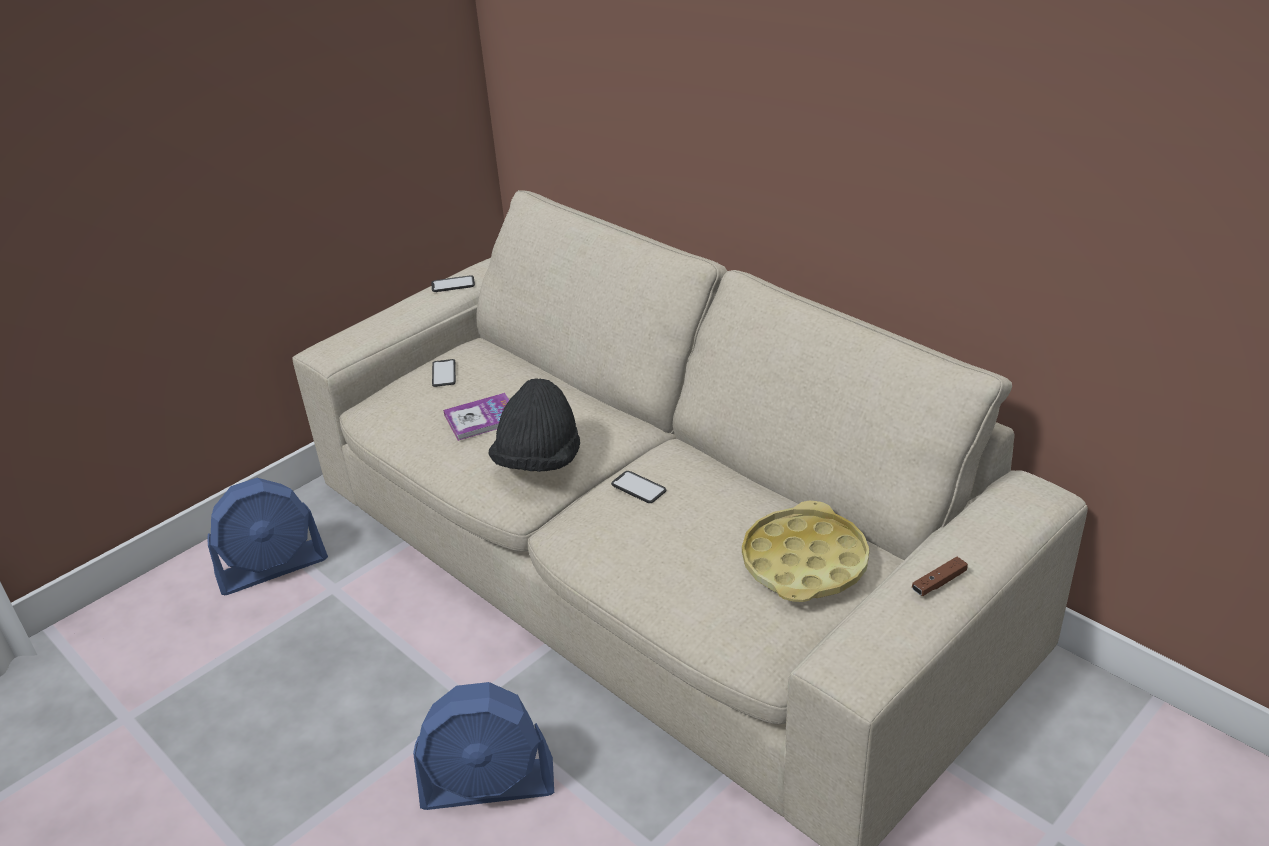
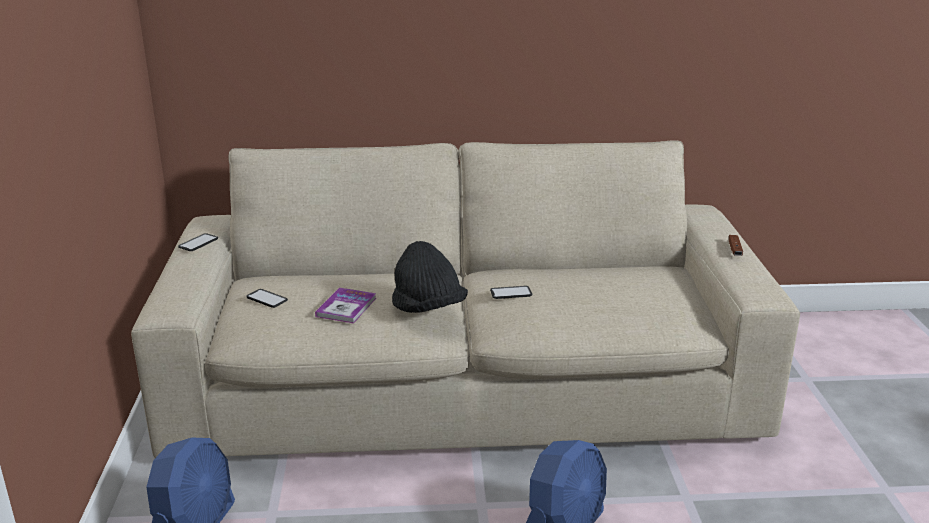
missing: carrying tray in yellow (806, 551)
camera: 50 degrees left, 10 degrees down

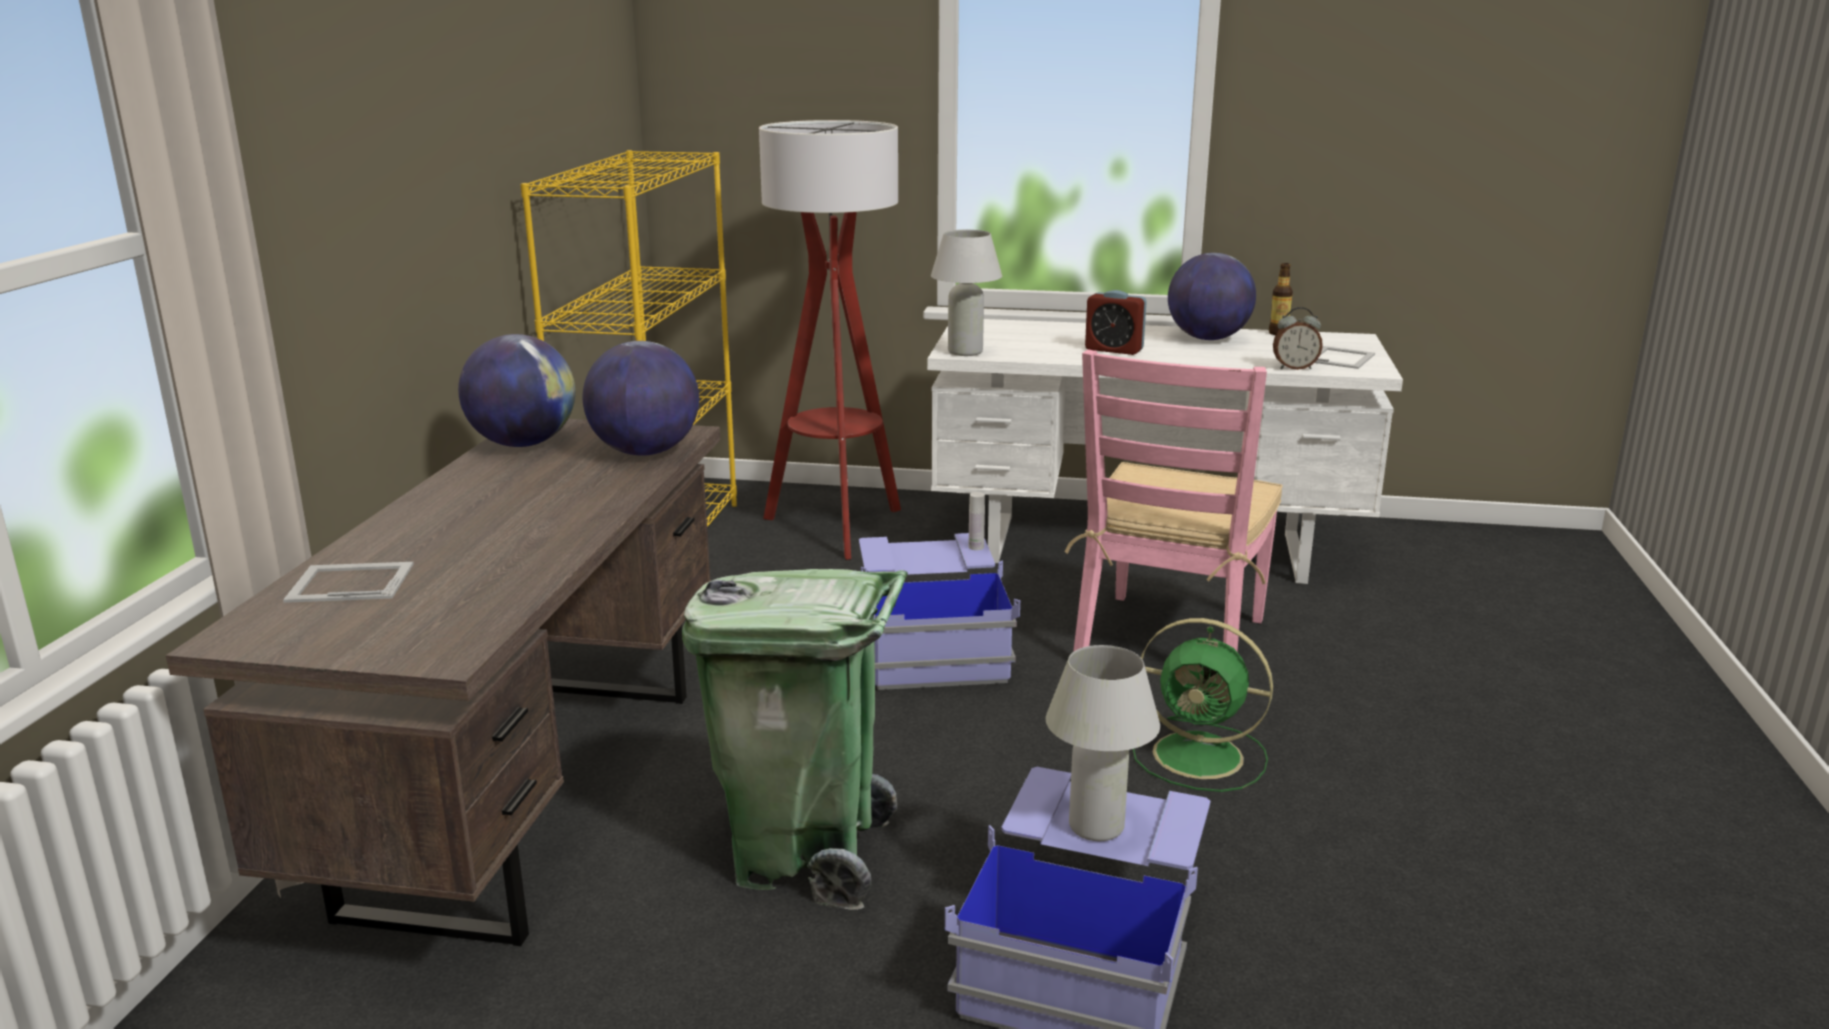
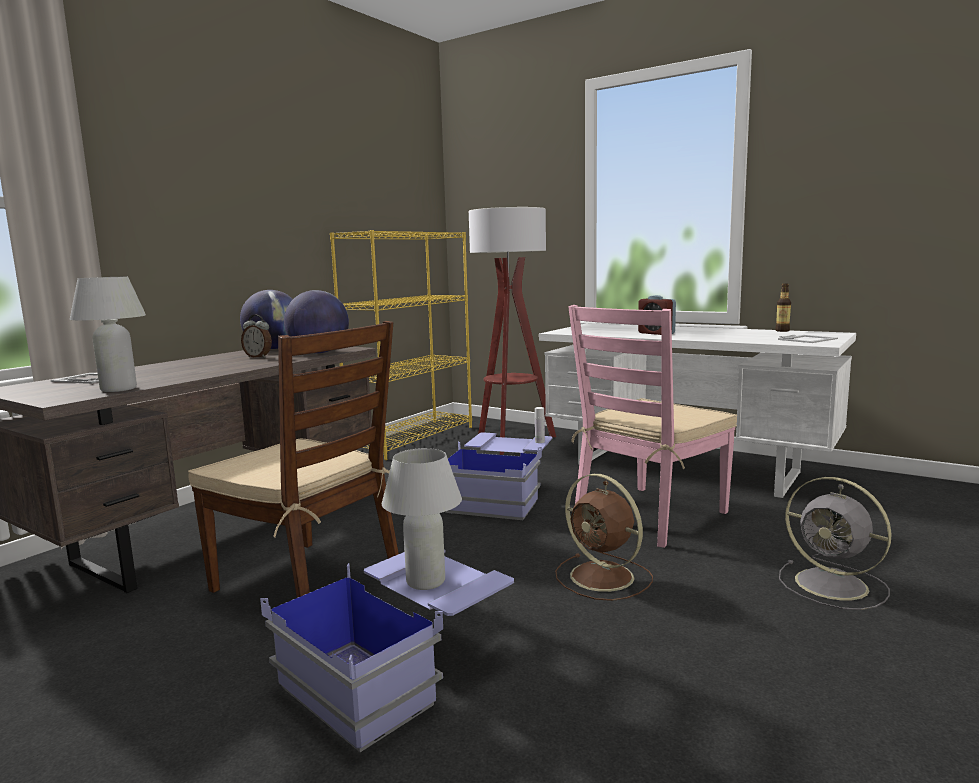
missing: globe (1212, 296)
appeared: electric fan in grey (835, 543)
relocated: lamp for a table in white (966, 293) to (108, 334); table clock (1298, 338) to (256, 336)
exchanged: rubbish bin in green (795, 739) to plain chair in brownish (293, 459)
colour: electric fan in green (1203, 705) to electric fan in brownish (604, 537)
camera: 25 degrees right, 10 degrees down

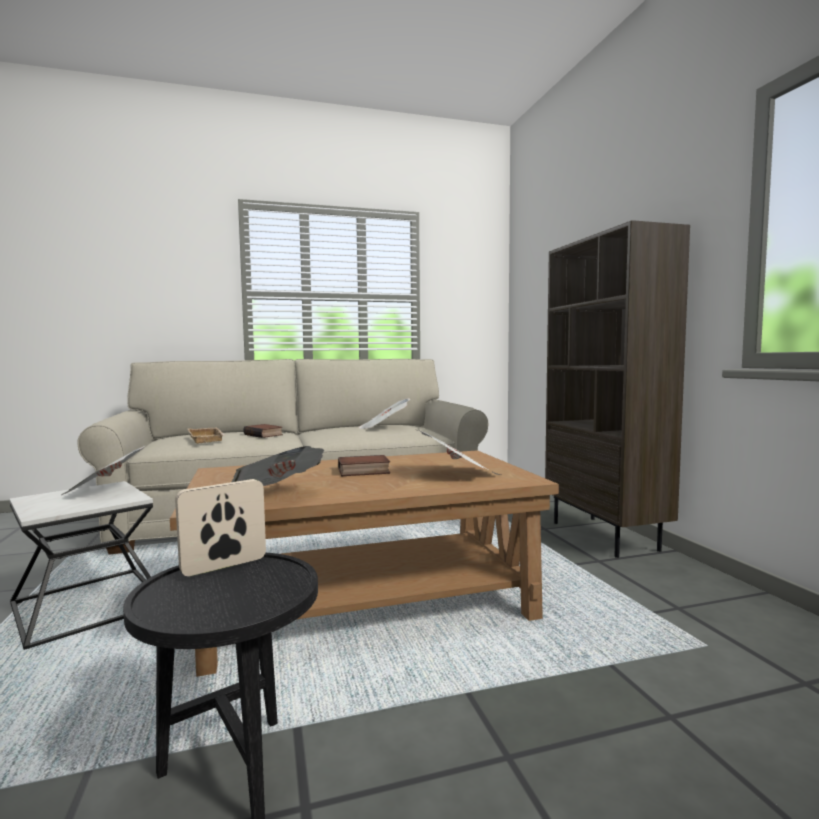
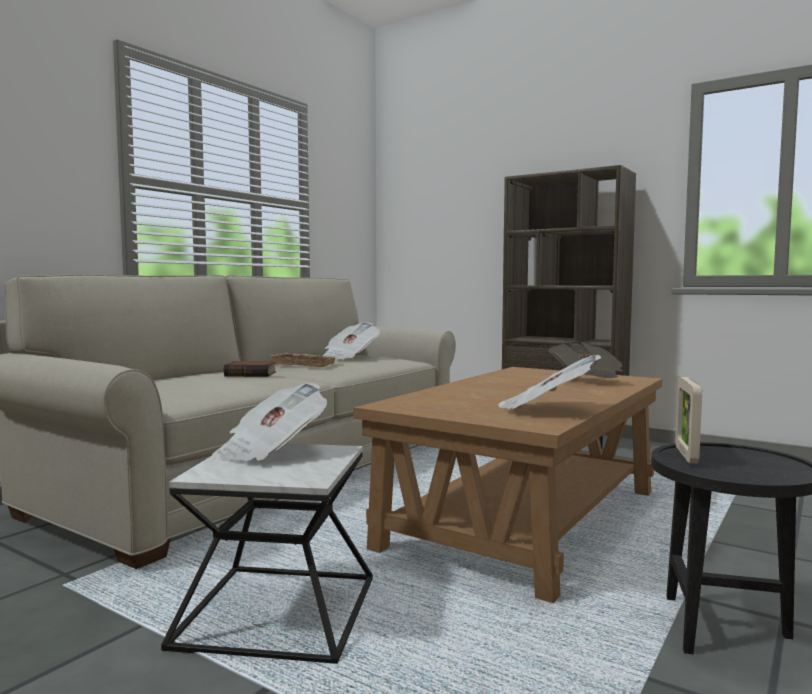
missing: volume (364, 465)
relocated: carrying tray in beige (206, 435) to (304, 360)
camera: 40 degrees left, 0 degrees up

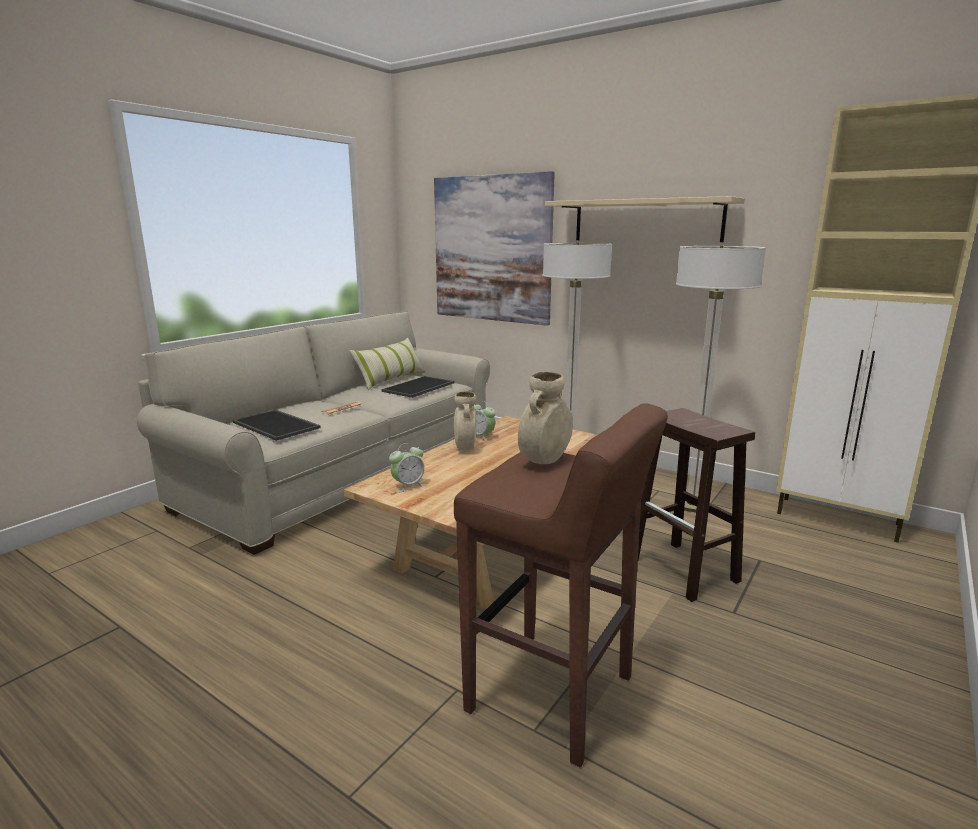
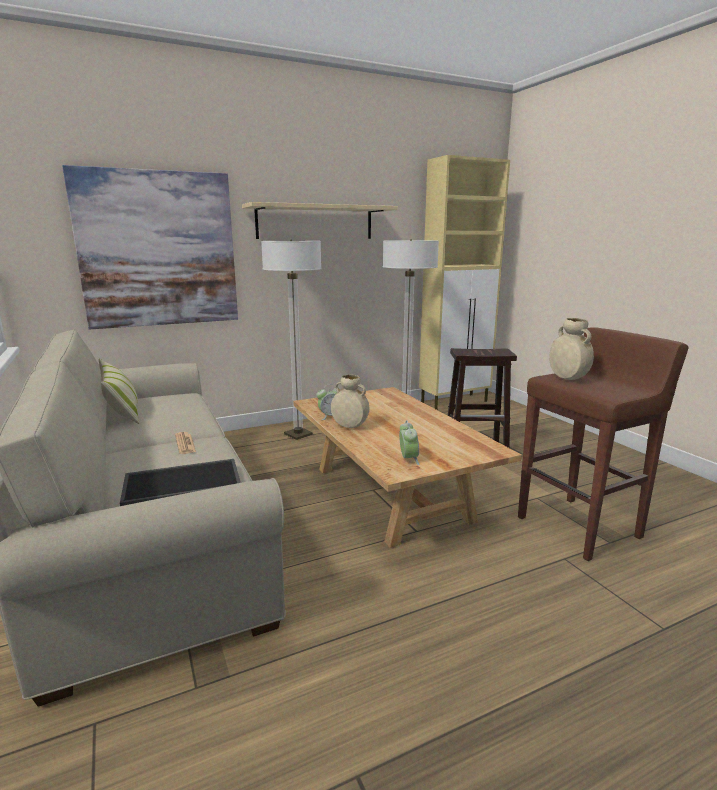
missing: carrying tray (417, 387)
camera: 60 degrees left, 0 degrees up

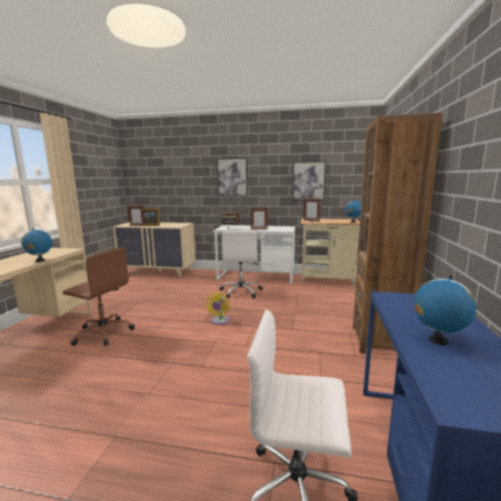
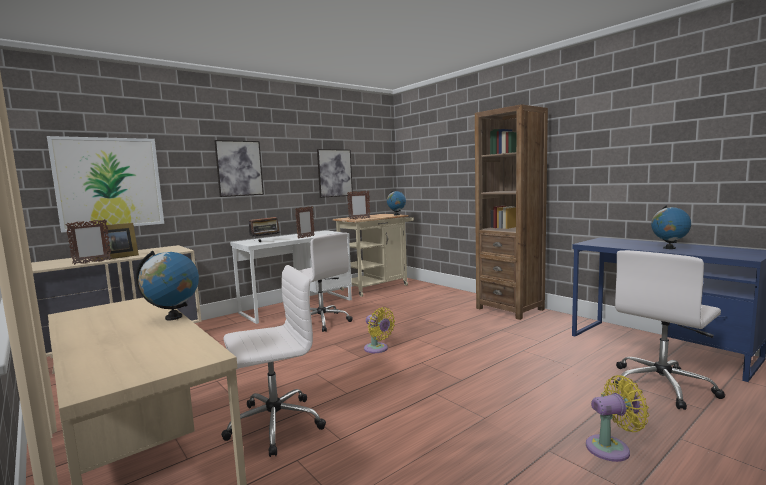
appeared: wall art (105, 184); electric fan in yellow (617, 418)
colour: computer chair in brownish (99, 296) to computer chair in white (273, 361)
camera: 50 degrees left, 5 degrees down

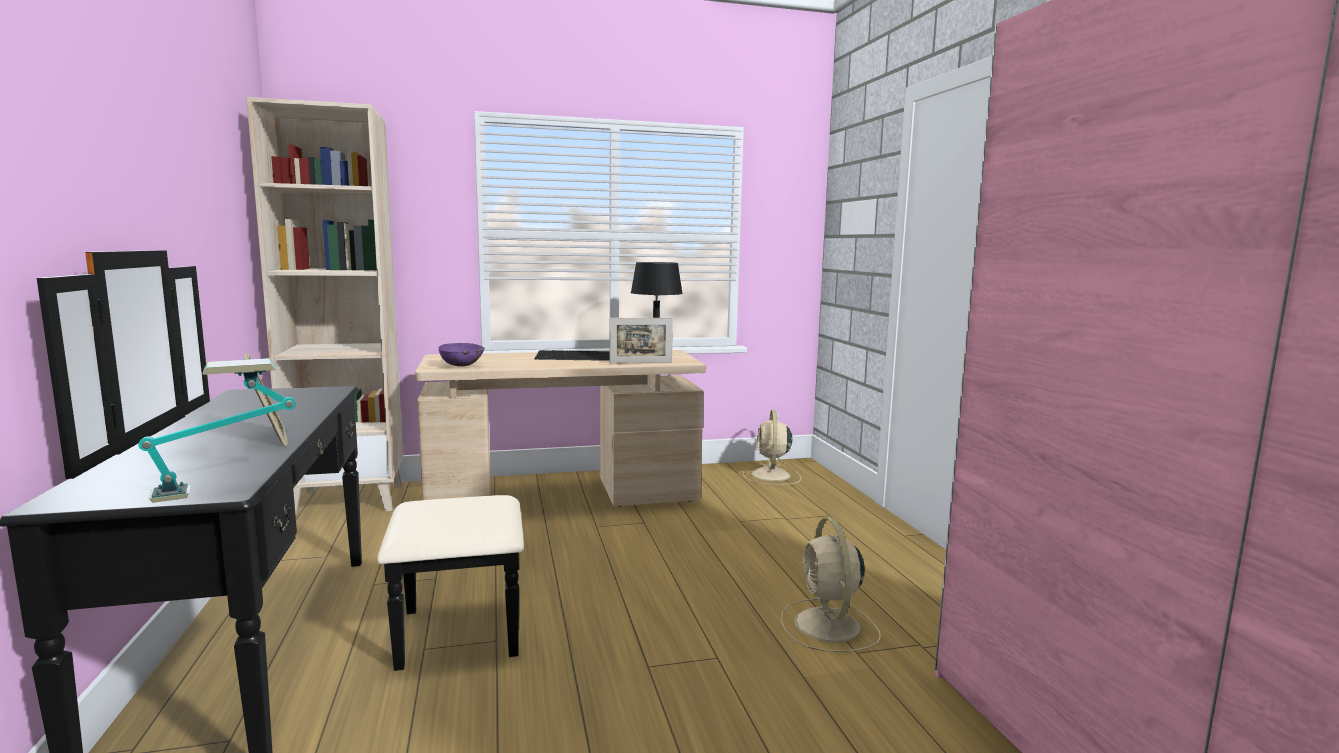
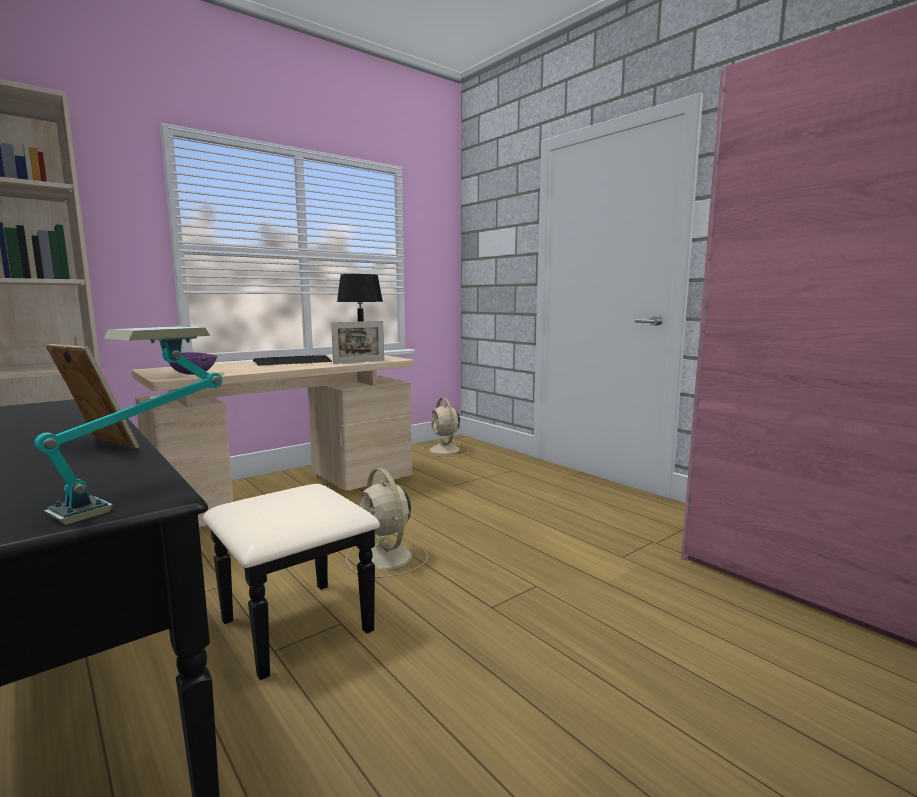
relocated: electric fan in beige (831, 585) to (387, 523)
camera: 25 degrees left, 0 degrees up

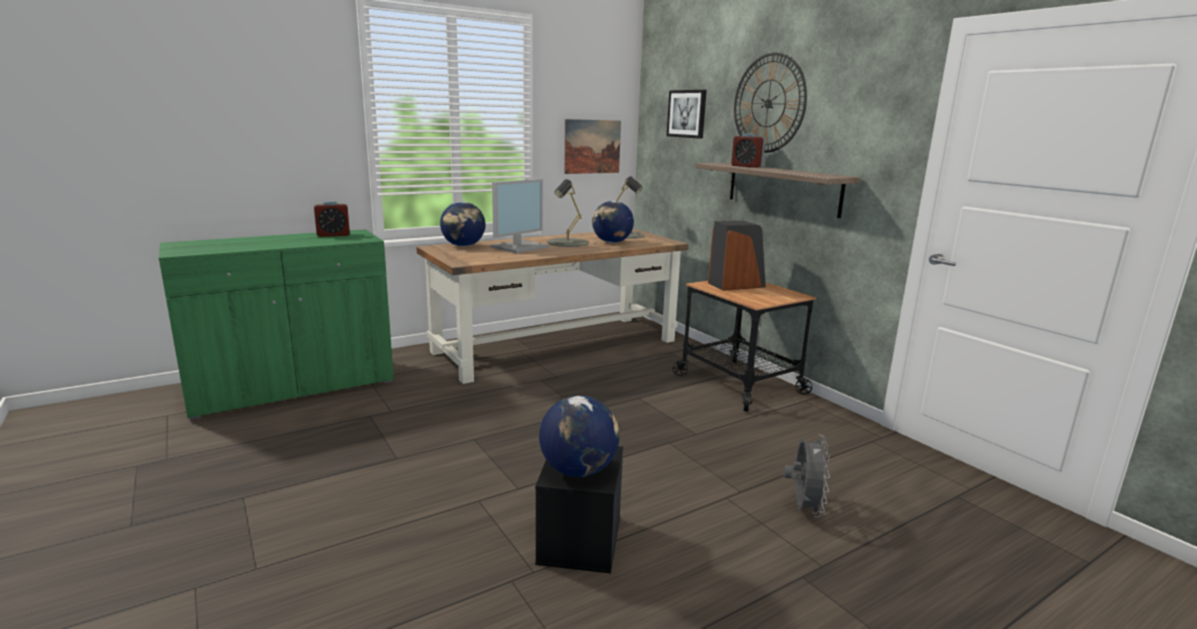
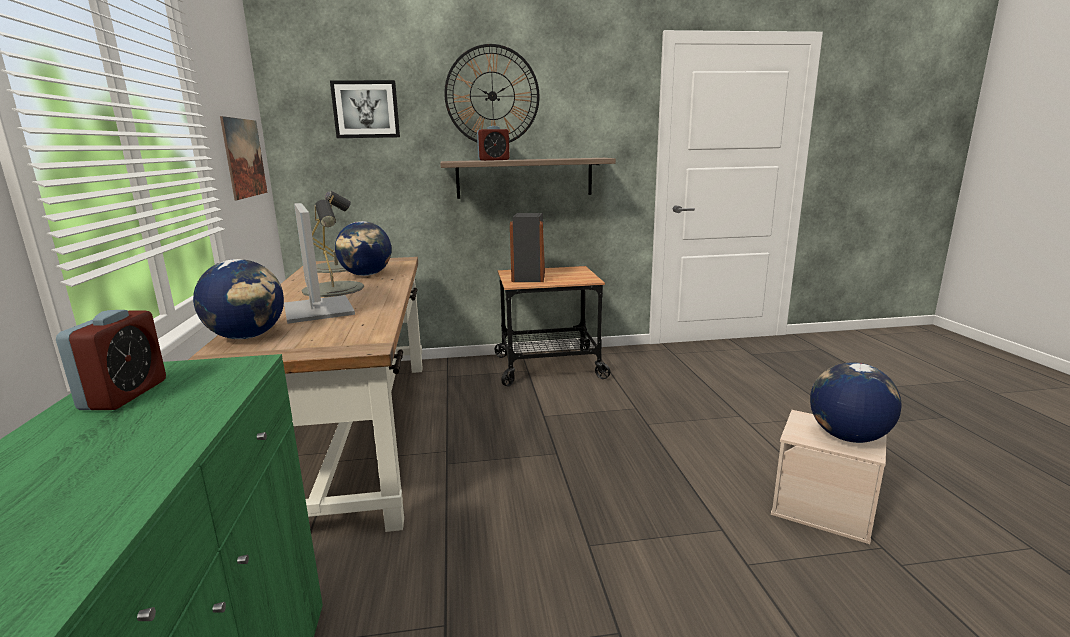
missing: electric fan in grey (807, 475)
colour: storage container in black-coloured (579, 510) to storage container in beige (829, 477)
camera: 65 degrees left, 0 degrees up

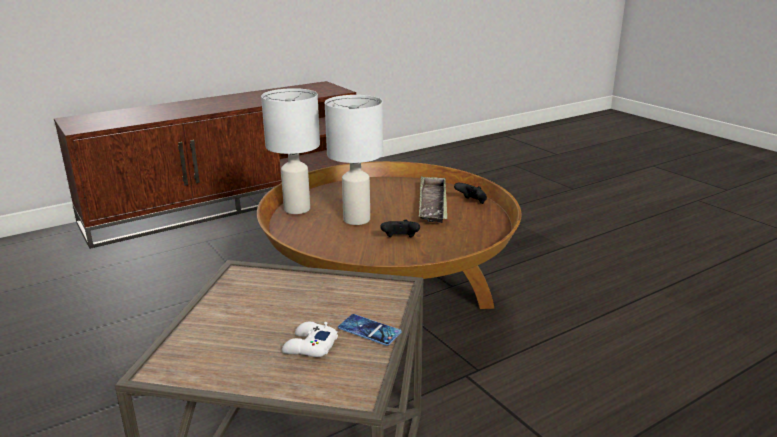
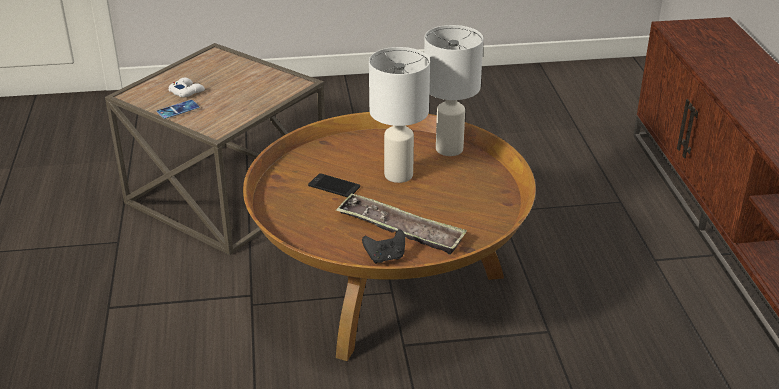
exchanged: joypad in black-coloured (400, 228) to telephone (334, 185)
camera: 115 degrees right, 10 degrees up

